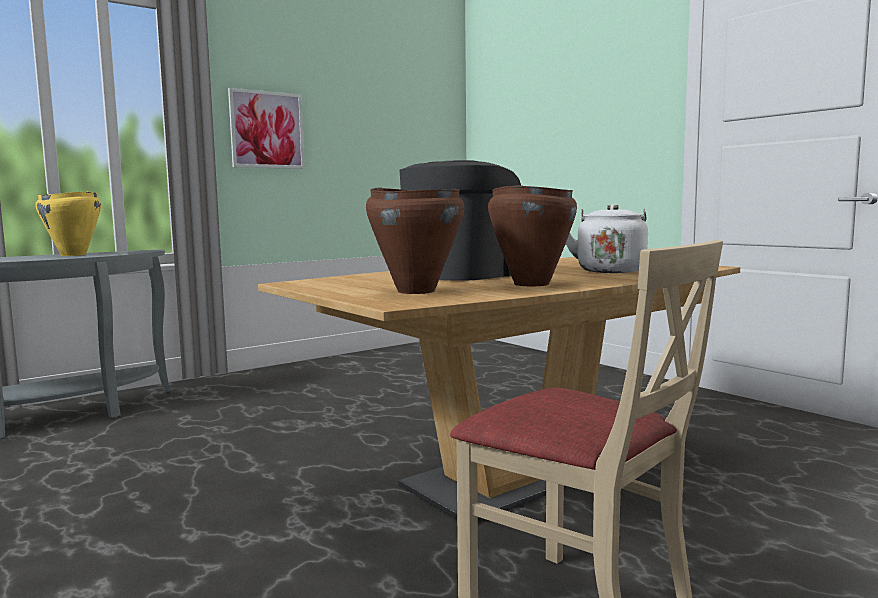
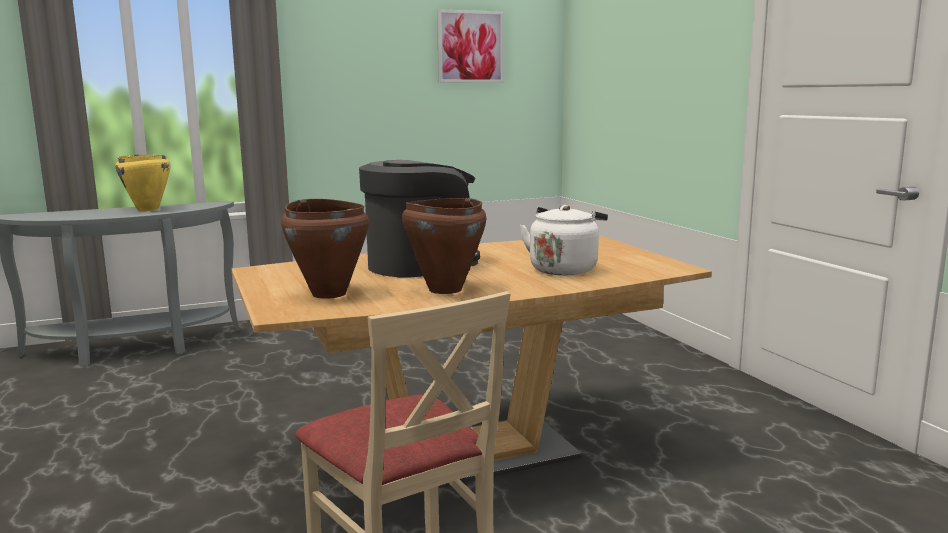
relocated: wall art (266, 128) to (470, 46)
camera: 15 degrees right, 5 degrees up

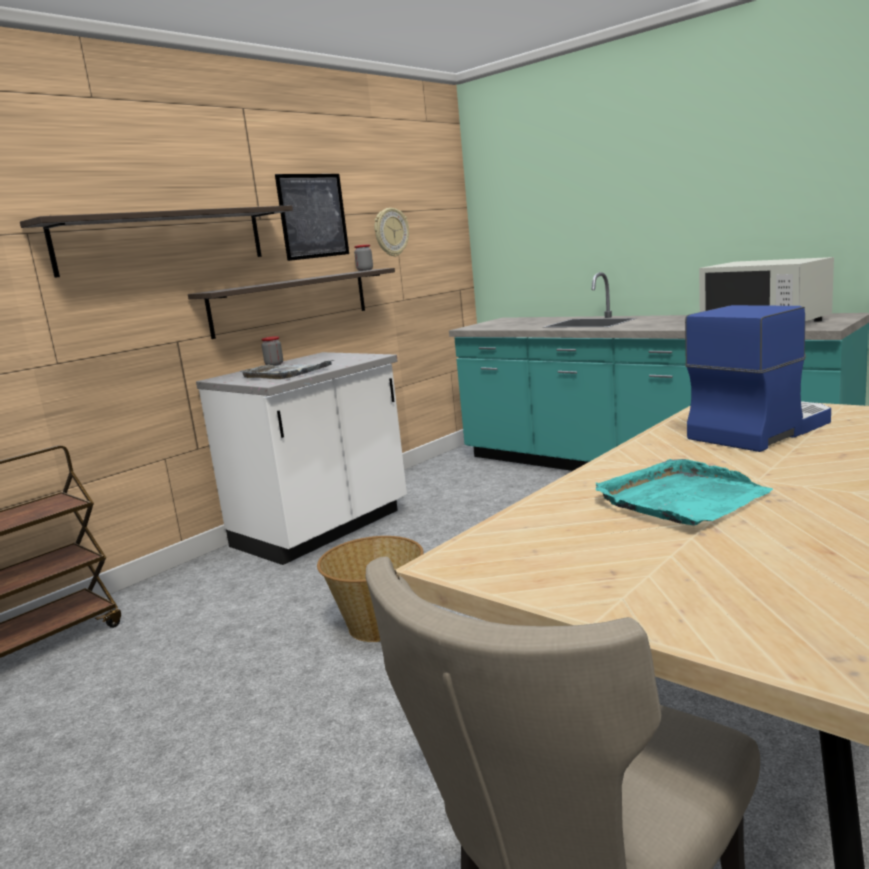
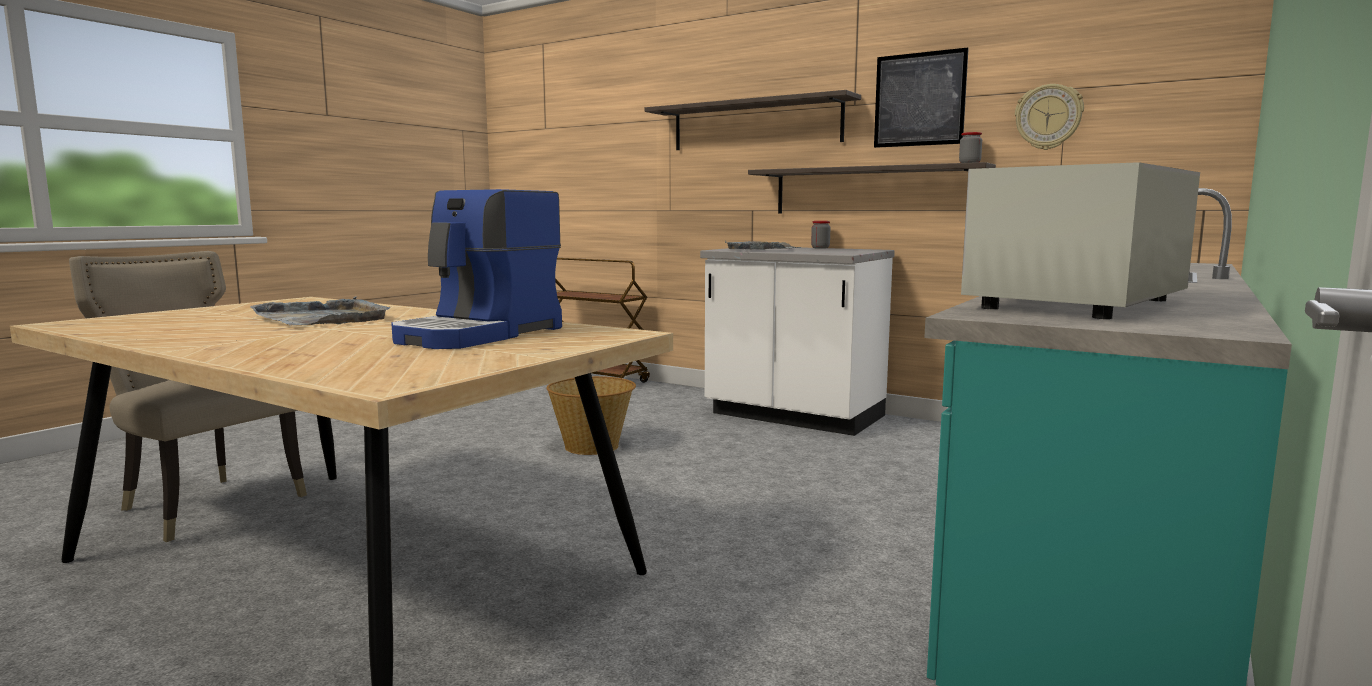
colour: carrying tray in blue-green (684, 492) to carrying tray in grey (320, 311)
spun: coffee maker (758, 378) = (476, 269) 75 degrees clockwise
camera: 80 degrees right, 5 degrees down

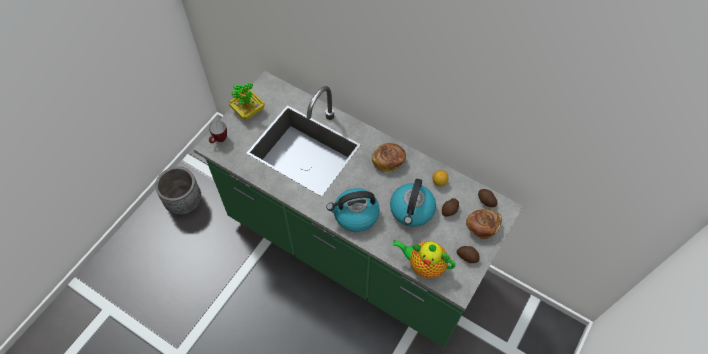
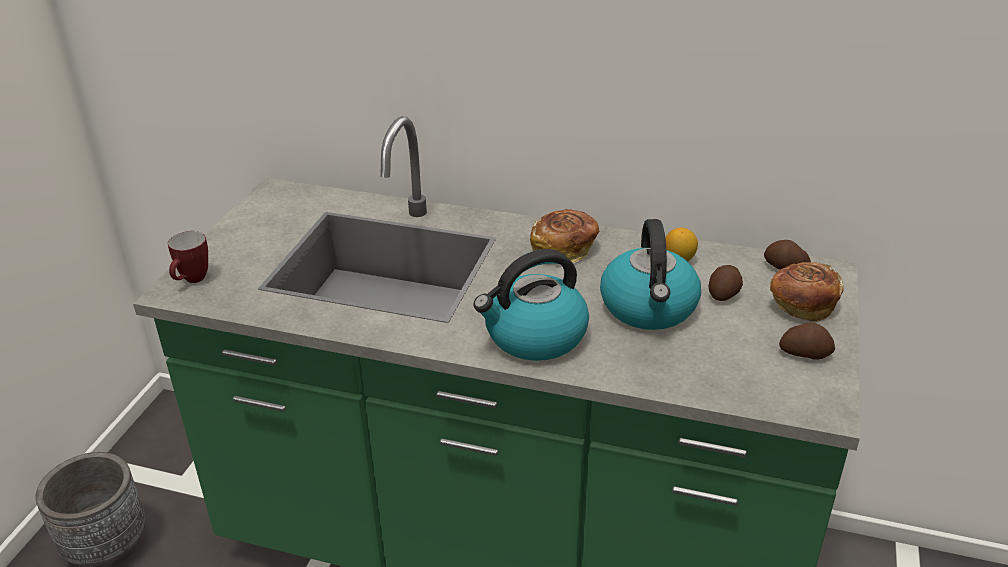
missing: plant in a pot (247, 101); tea pot (424, 259)
camera: 15 degrees left, 25 degrees down

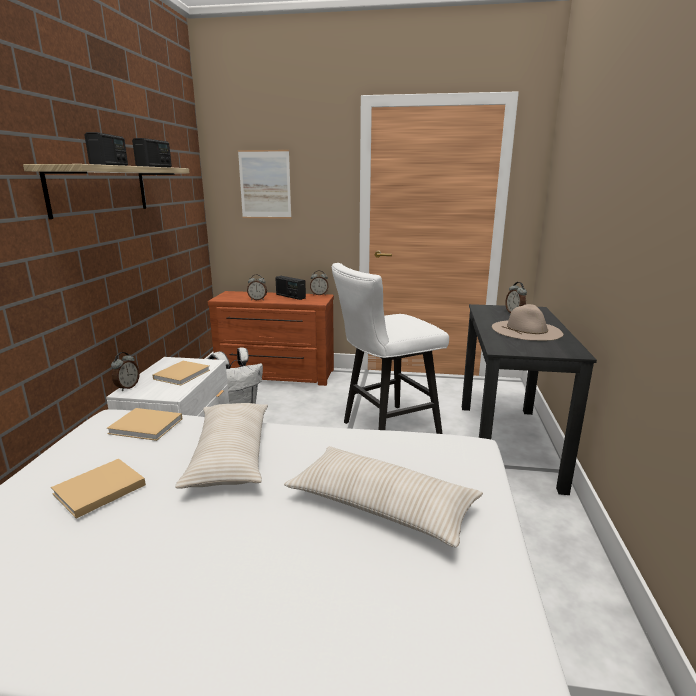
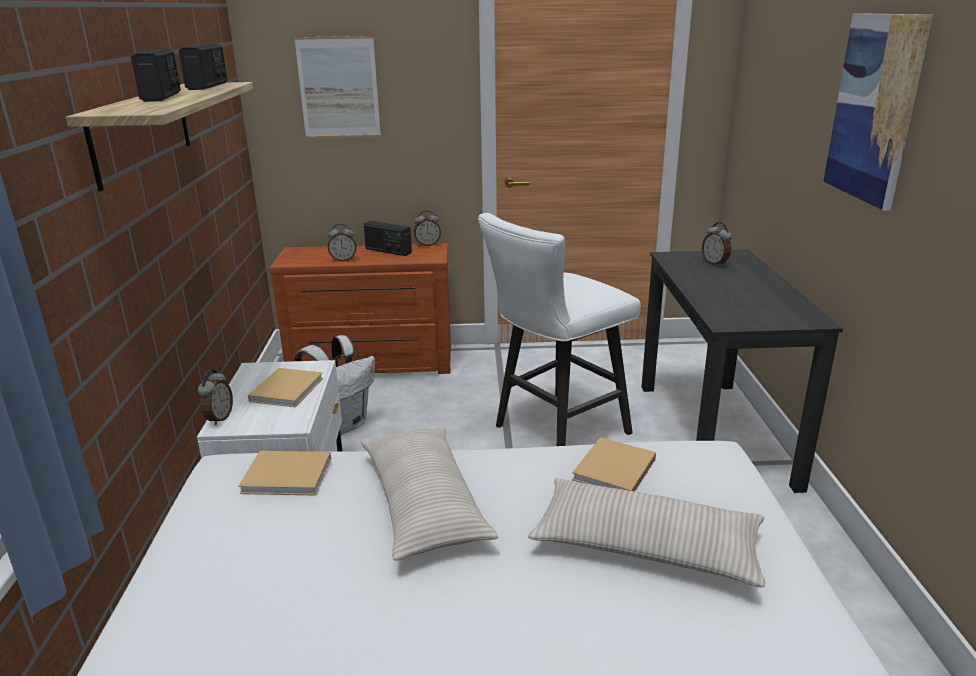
missing: hat in beige (527, 322)
appeared: wall art (878, 112)
relocated: volume in beige (98, 488) to (614, 464)
camera: 10 degrees left, 5 degrees up

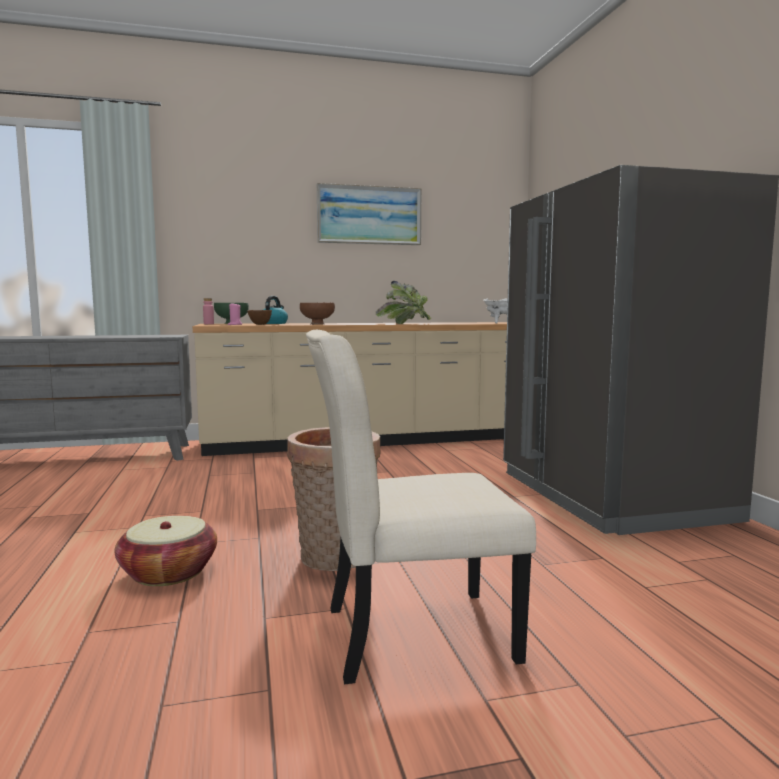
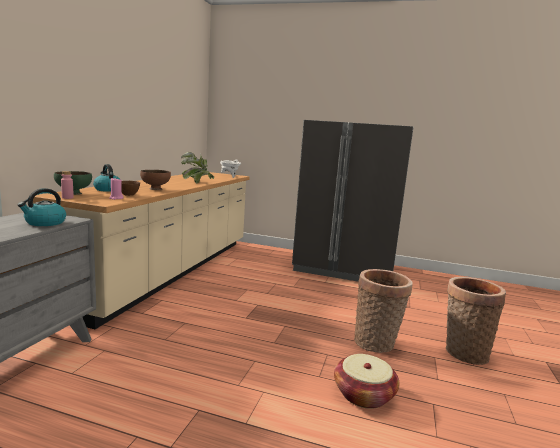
missing: wall art (369, 214)
appeared: tea kettle (42, 207)
exchanged: plain chair in beige (421, 507) to storage basket (476, 321)
camera: 60 degrees left, 5 degrees up

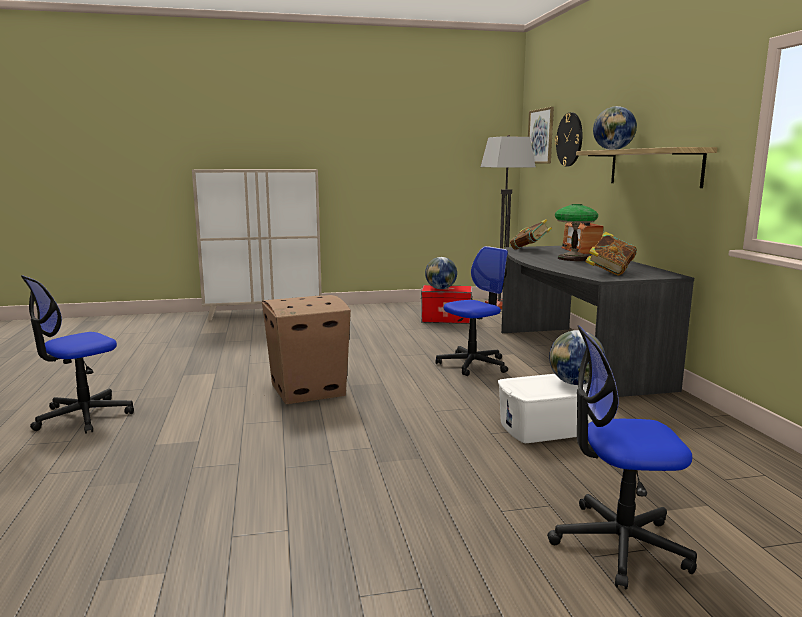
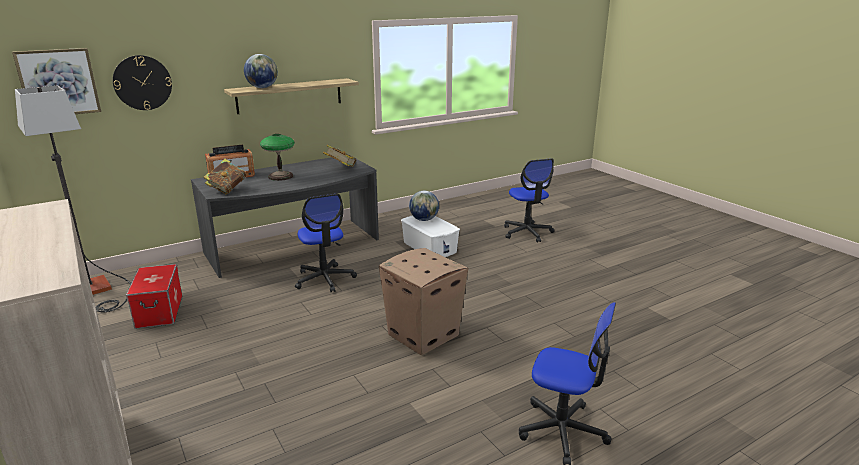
missing: globe (441, 273)
spun: computer chair (471, 311) = (326, 243) 150 degrees counterclockwise
camera: 110 degrees left, 10 degrees up

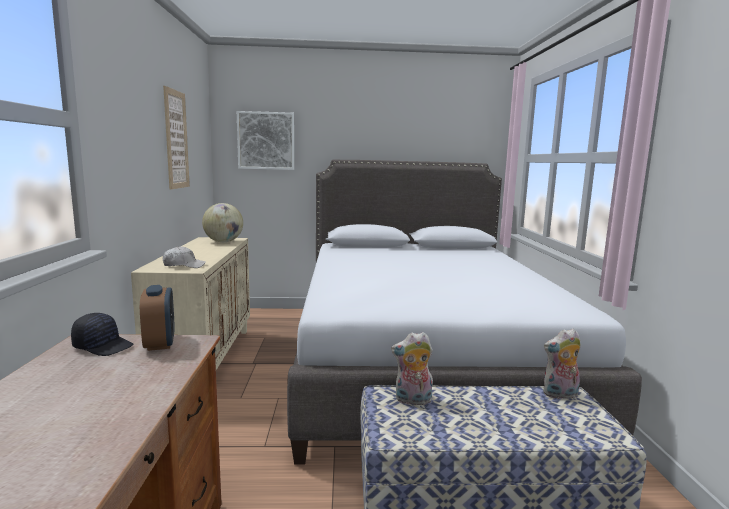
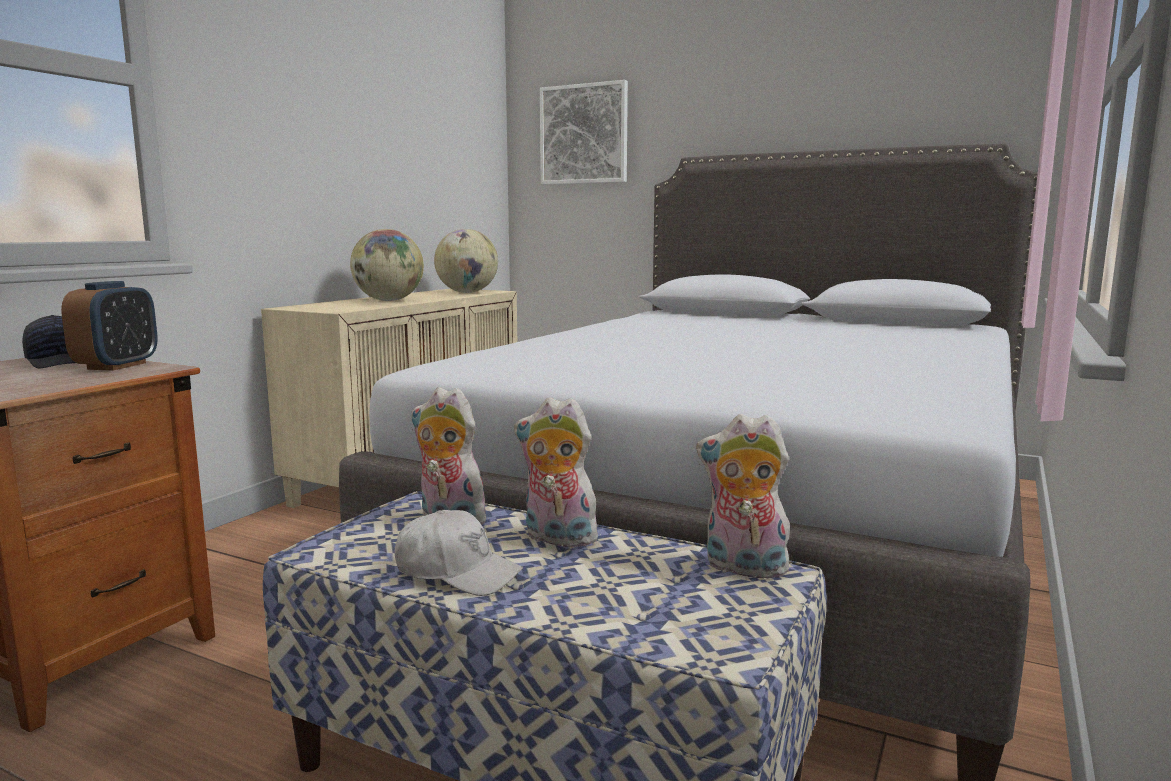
missing: wall art (176, 138)
appeared: globe (387, 265); soft toy (557, 472)
relocated: peaked cap in white (184, 257) to (458, 553)
camera: 30 degrees right, 0 degrees up

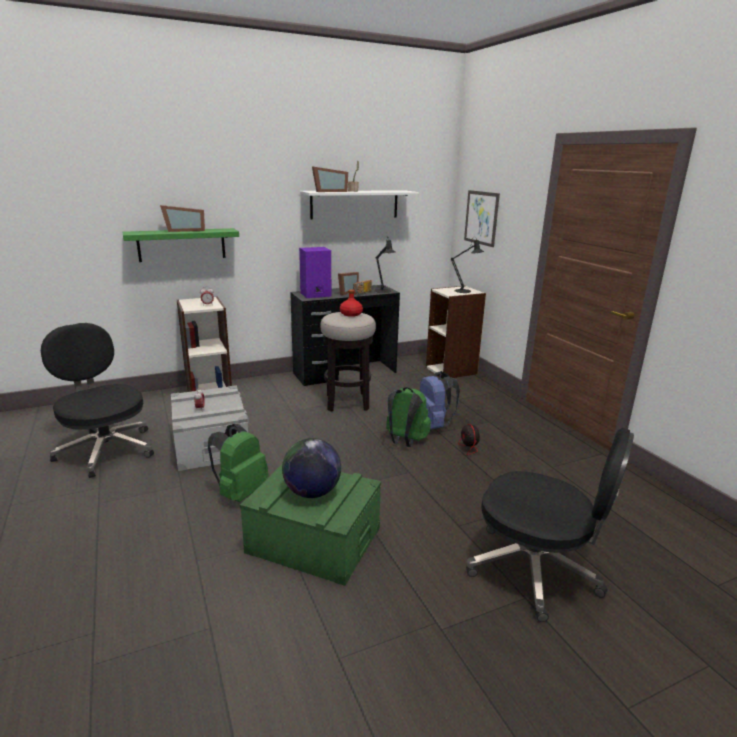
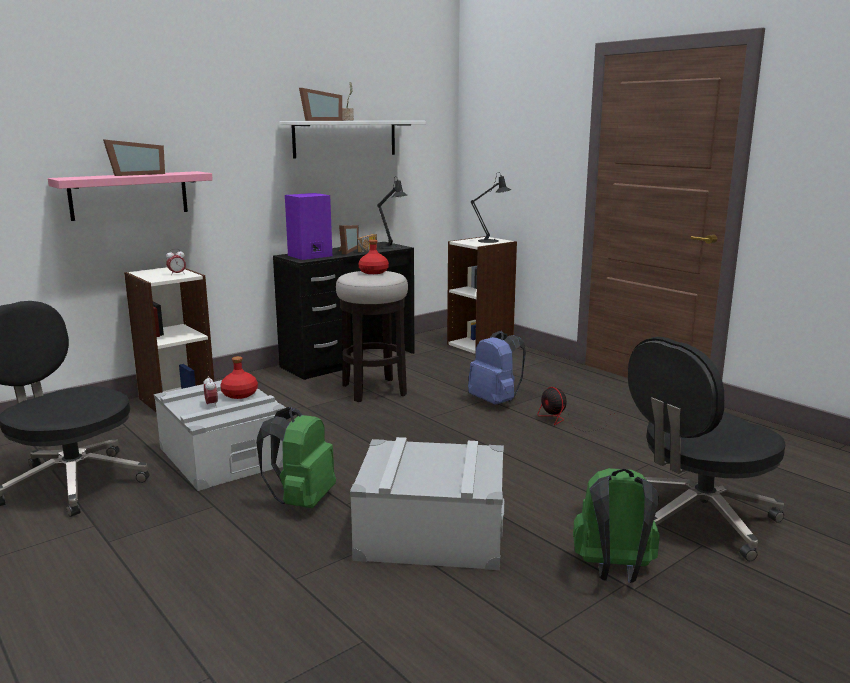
missing: wall art (482, 218); globe (311, 468)
appeared: beverage bottle in reddish (239, 377)
relocated: backpack in green (408, 417) to (616, 525)
colour: shelf in green (181, 245) to shelf in pinkish (130, 196); storage container in green (310, 525) to storage container in grey (427, 503)
spun: computer chair in black-coloured (550, 525) = (707, 449) 135 degrees clockwise
camera: 15 degrees left, 5 degrees down

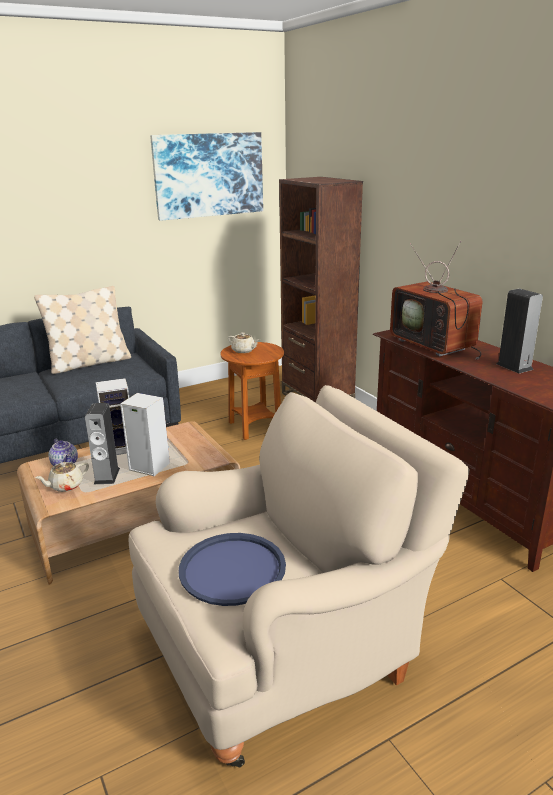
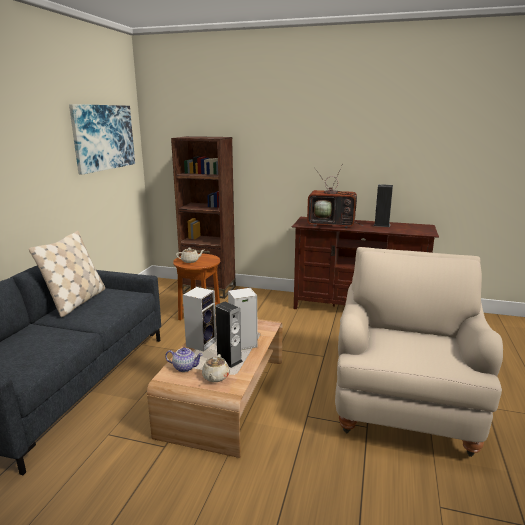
missing: carrying tray in bluish (232, 569)
camera: 45 degrees left, 5 degrees down

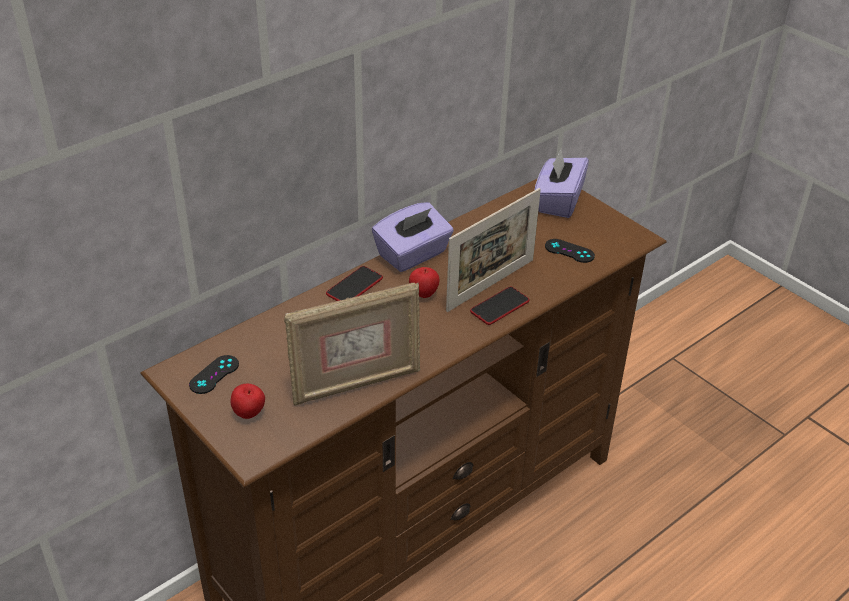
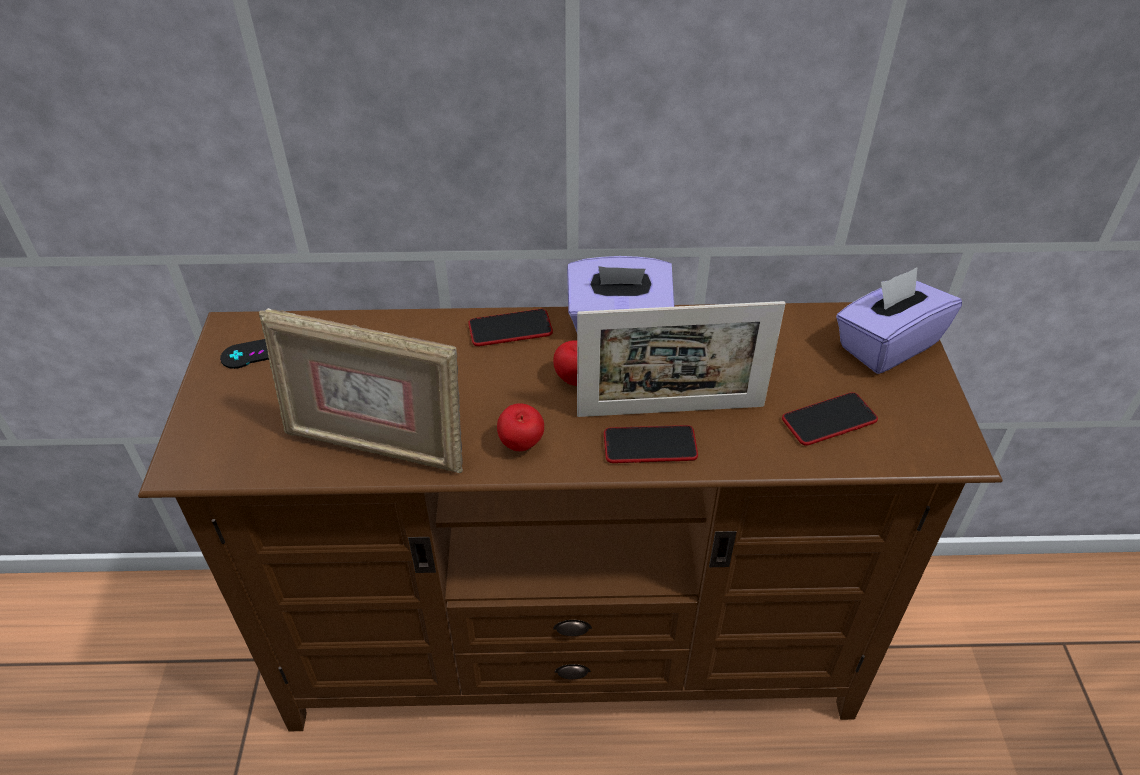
relocated: whole apple (247, 401) to (520, 427)
exchanged: joypad in black-coloured (570, 251) to telephone (830, 419)
camera: 40 degrees right, 5 degrees up

